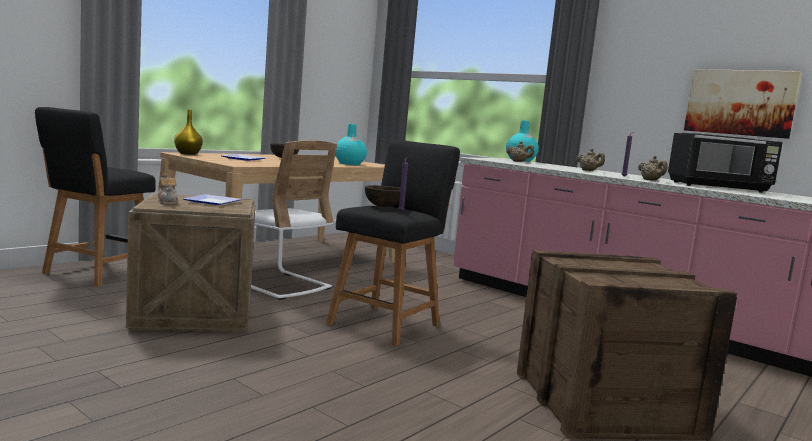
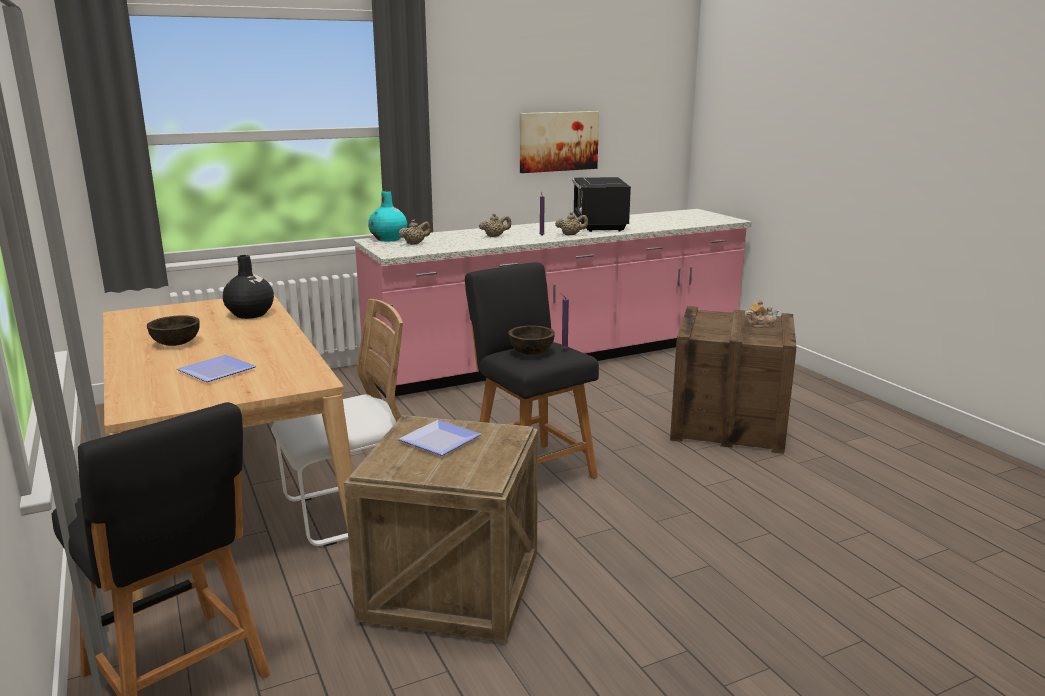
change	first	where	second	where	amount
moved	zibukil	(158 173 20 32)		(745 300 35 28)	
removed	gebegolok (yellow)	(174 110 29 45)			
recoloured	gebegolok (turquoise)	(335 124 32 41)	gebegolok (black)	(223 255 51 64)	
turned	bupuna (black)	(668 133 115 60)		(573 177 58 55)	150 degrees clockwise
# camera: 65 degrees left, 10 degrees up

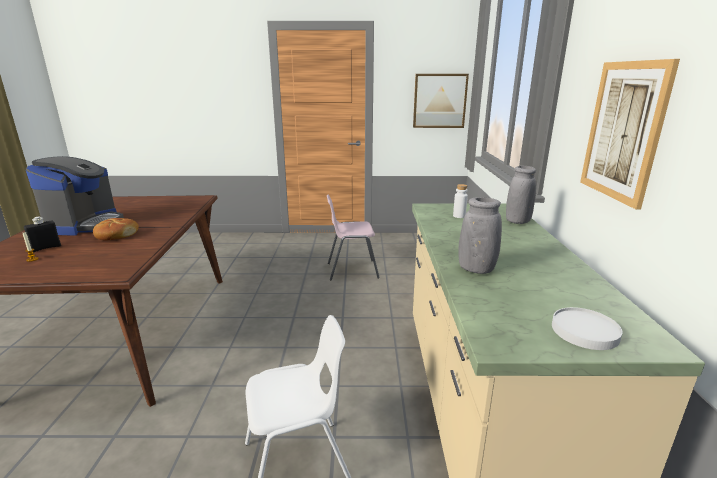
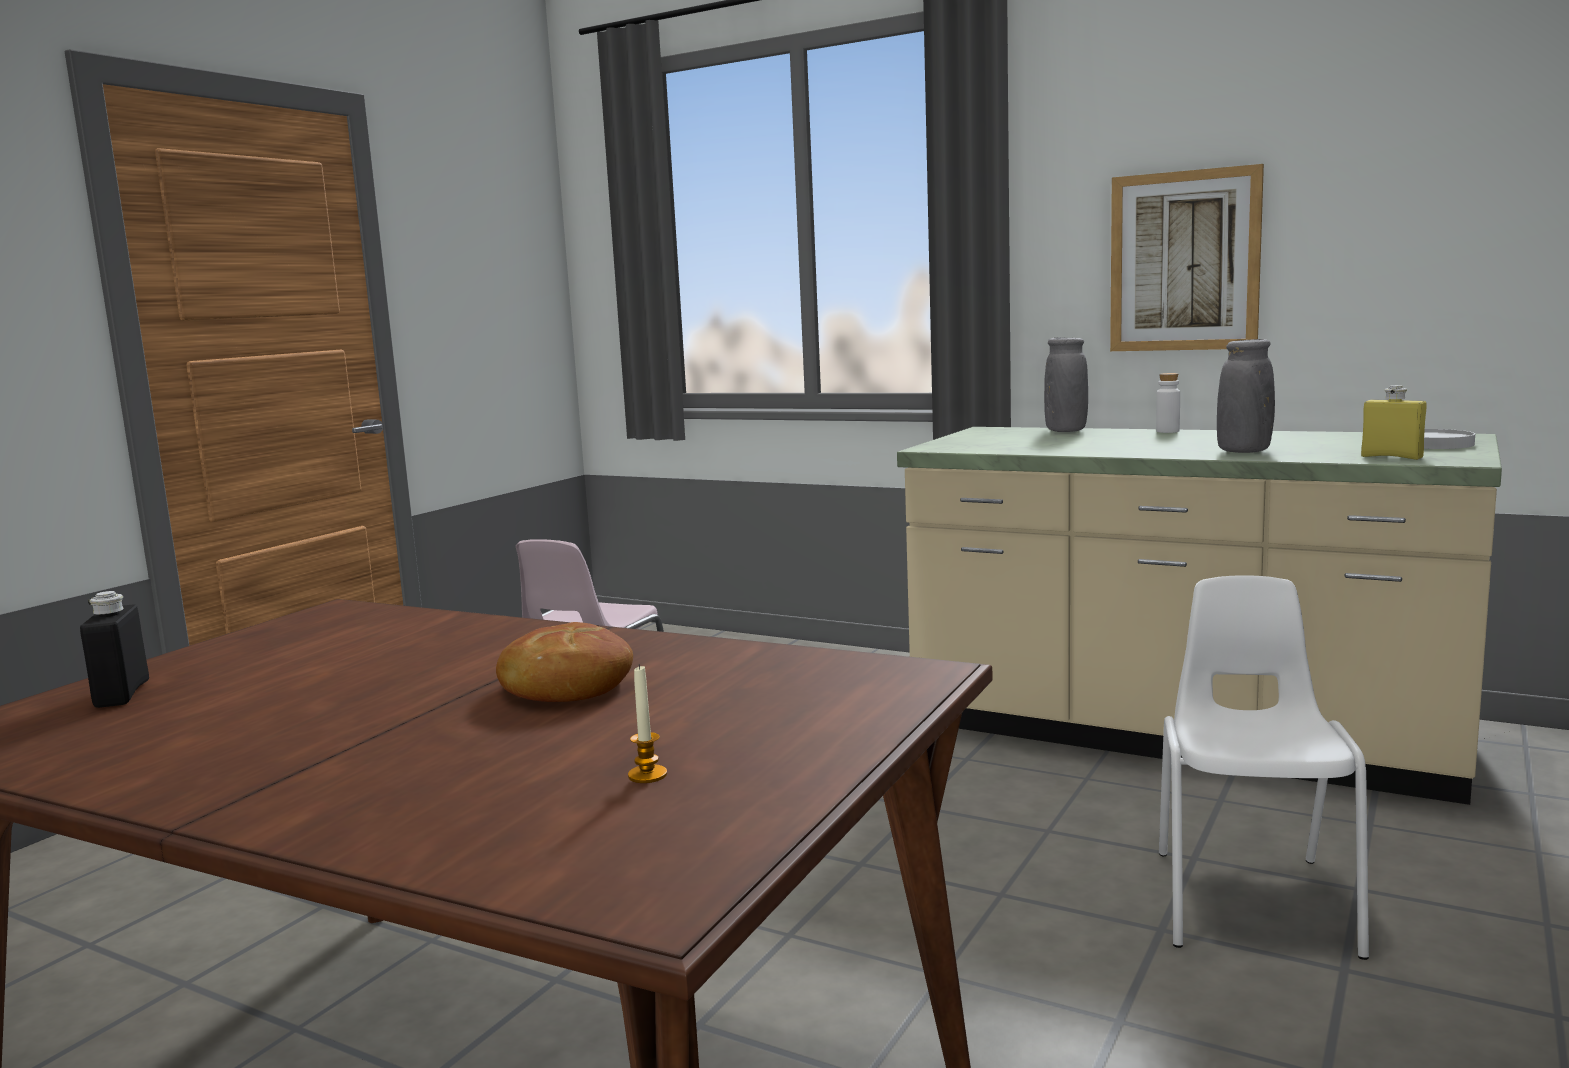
change	first	where	second	where	amount
moved	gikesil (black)	(24 217 37 35)		(80 591 69 117)	
removed	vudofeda	(26 156 98 79)			
removed	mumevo	(413 74 56 54)			
moved	gikesil (white)	(453 184 15 34)		(1156 373 24 60)	
added			gikesil (yellow)	(1361 385 66 75)	
# camera: 60 degrees left, 10 degrees down

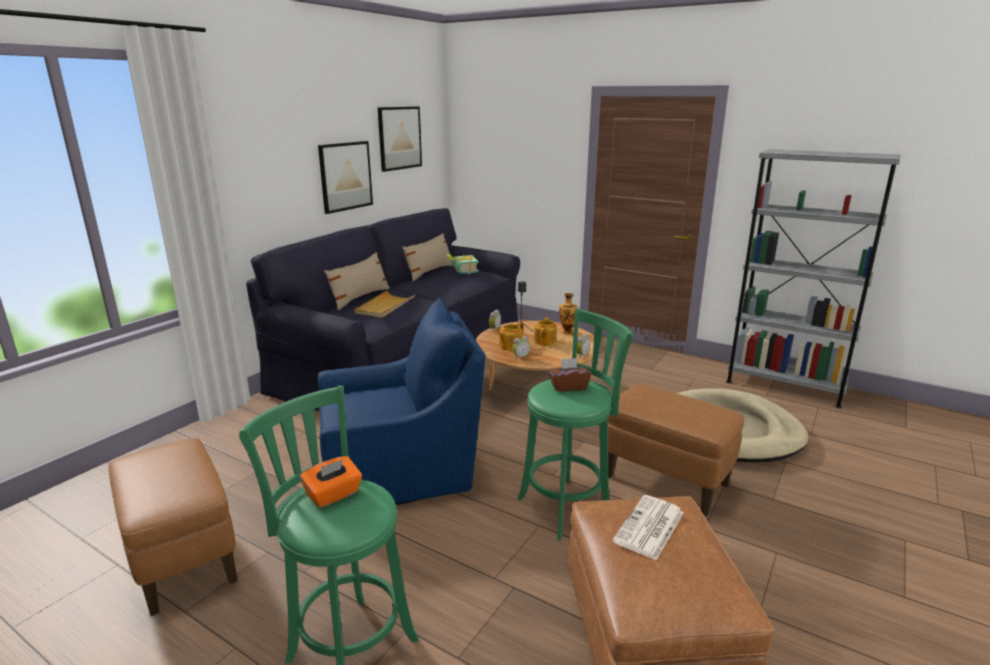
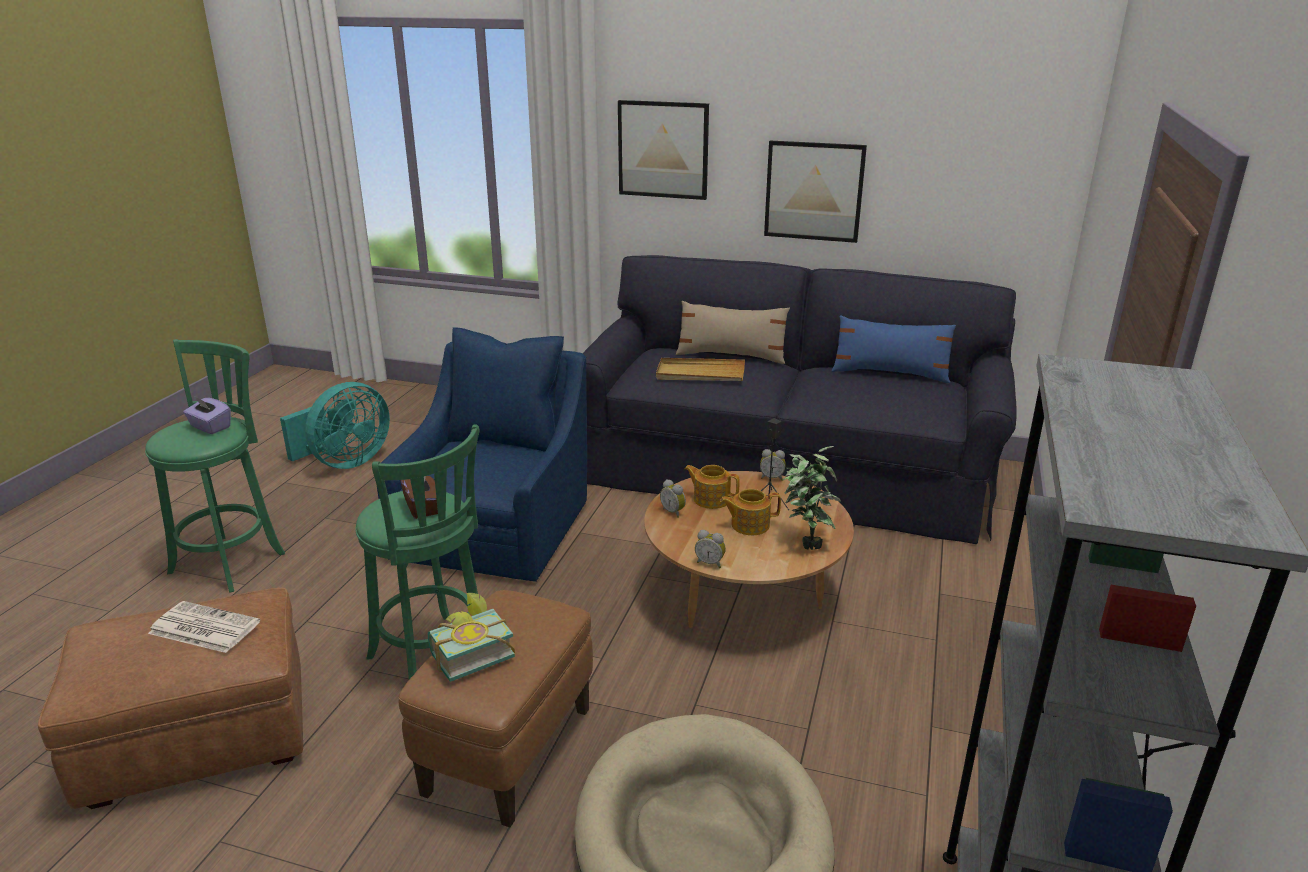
change	first	where	second	where	amount
replaced	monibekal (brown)	(109 438 129 178)	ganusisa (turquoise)	(280 382 110 87)	
recoloured	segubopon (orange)	(300 456 62 52)	segubopon (purple)	(183 397 48 37)	
turned	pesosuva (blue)	(318 298 168 207)		(376 327 211 254)	135 degrees counterclockwise
moved	mumevo	(378 106 44 66)		(618 100 91 100)	
recoloured	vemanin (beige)	(402 233 50 48)	vemanin (blue)	(832 315 124 68)	
moved	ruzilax	(446 254 33 21)		(428 593 87 89)	
replaced	gebegolok	(559 293 19 42)	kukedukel	(783 446 58 104)	
# camera: 75 degrees right, 5 degrees up

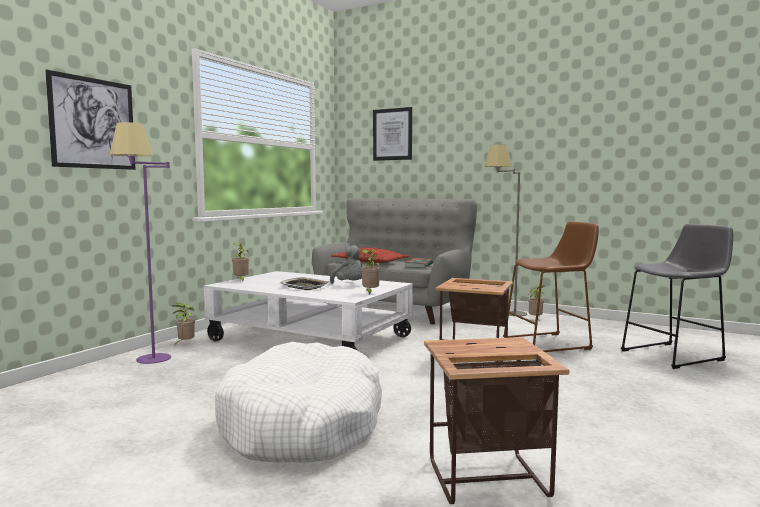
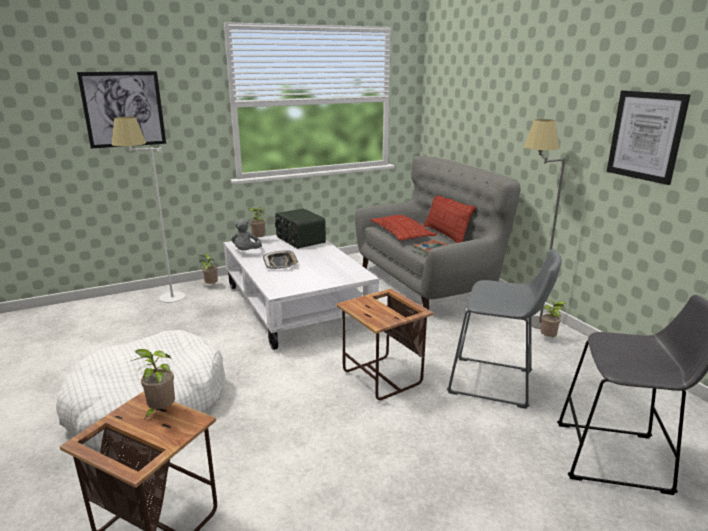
change	first	where	second	where	amount
recoloured	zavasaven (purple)	(110 122 61 242)	zavasaven (white)	(111 117 74 186)	
moved	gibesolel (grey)	(330 245 32 39)		(231 219 31 32)	
moved	kukedukel	(361 249 20 45)		(131 349 44 71)	
moved	mumevo	(373 107 39 54)		(607 90 84 95)	
recoloured	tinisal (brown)	(503 222 96 130)	tinisal (grey)	(447 249 115 160)	
added			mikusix	(275 208 51 41)	
added			vemanin	(423 196 53 47)	
# camera: 35 degrees right, 15 degrees up

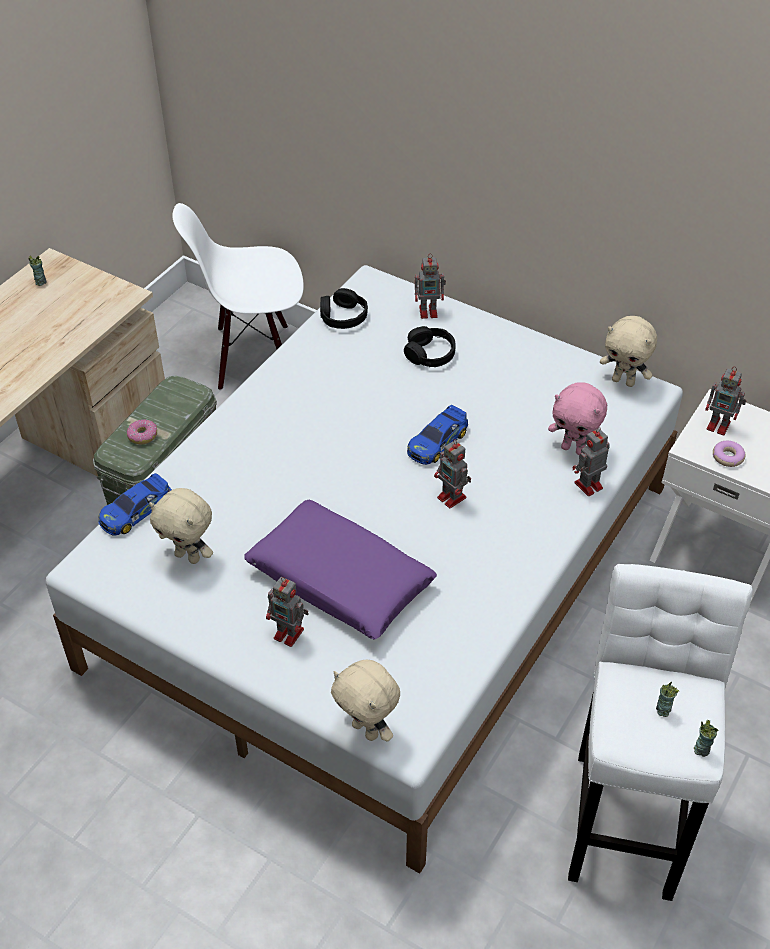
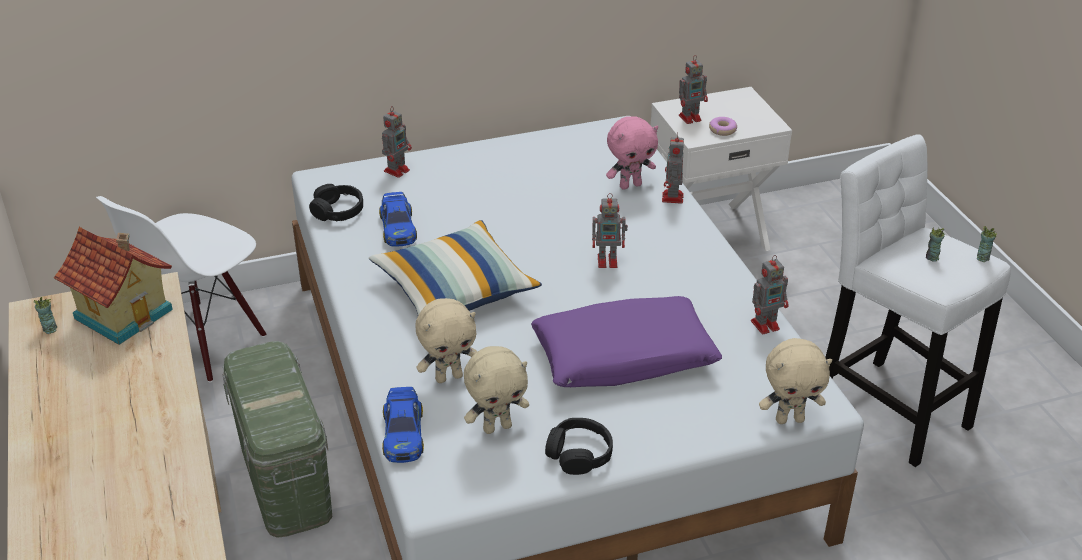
change	first	where	second	where	amount
removed	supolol	(127 419 30 25)			
moved	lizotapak	(266 577 42 70)		(751 255 38 79)	
moved	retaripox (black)	(404 326 51 41)		(545 418 68 57)	
moved	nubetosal	(407 405 61 60)		(379 192 38 55)	
moved	gibesolel (beige)	(600 316 57 71)		(415 298 63 85)	
added			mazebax	(54 227 119 118)	
added			vemanin	(369 220 173 96)	
# camera: 50 degrees left, 10 degrees down

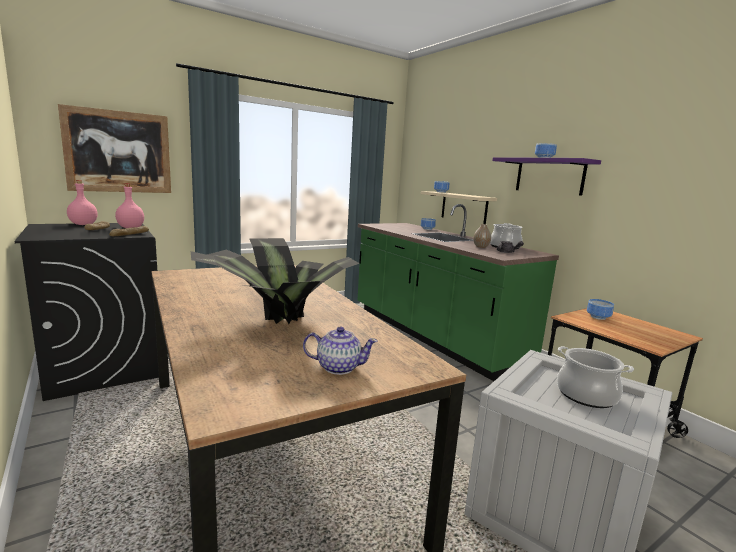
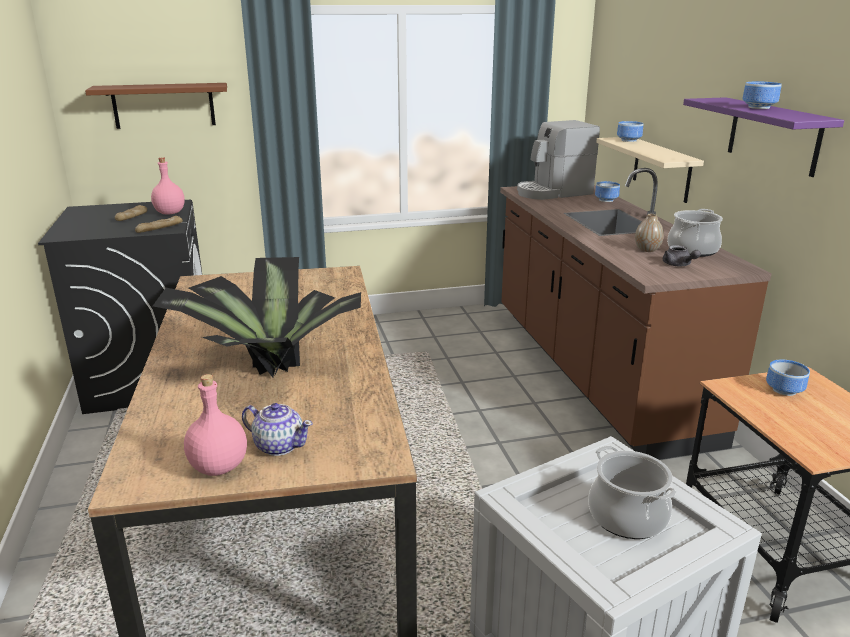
change	first	where	second	where	amount
replaced	mumevo	(58 104 113 89)	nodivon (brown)	(85 83 142 46)	
moved	gikesil (pink)	(67 180 31 45)		(184 374 63 102)	
recoloured	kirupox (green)	(357 204 202 177)	kirupox (brown)	(500 168 272 292)	
added			vudofeda	(517 120 83 80)	
# camera: 20 degrees right, 10 degrees up

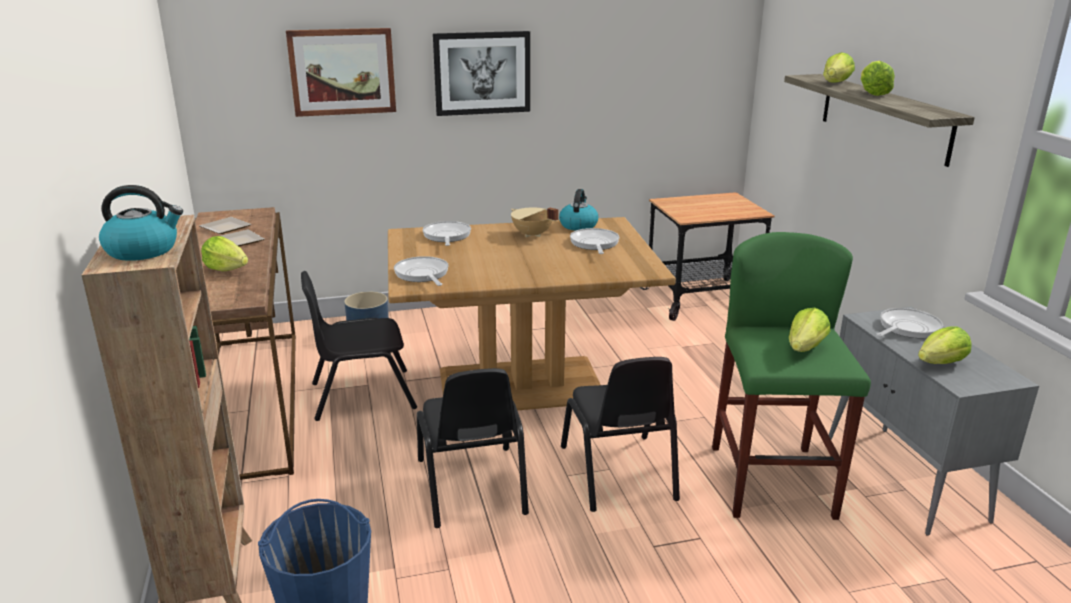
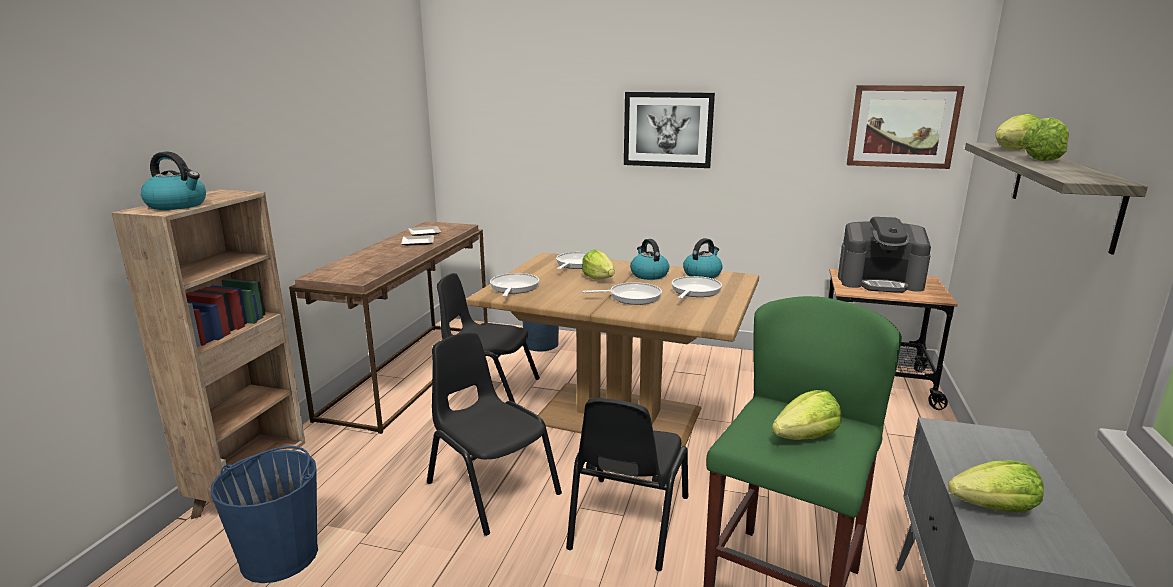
change	first	where	second	where	amount
moved	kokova	(201 236 47 35)		(582 250 33 30)	
moved	mumevo	(286 28 110 89)		(846 85 119 84)	
turned	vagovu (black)	(417 368 112 160)		(427 332 135 204)	120 degrees clockwise
replaced	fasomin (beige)	(511 207 48 31)	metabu	(630 239 39 41)	
moved	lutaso	(876 308 67 30)		(583 282 79 23)	
added			vudofeda	(838 217 93 76)	
# camera: 30 degrees right, 5 degrees down

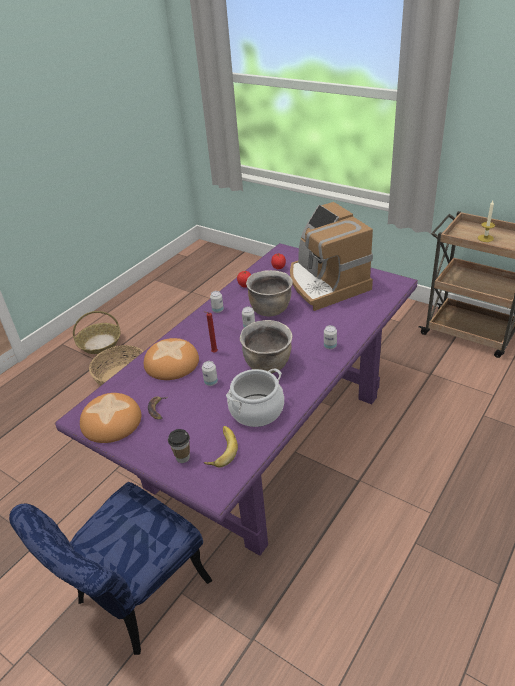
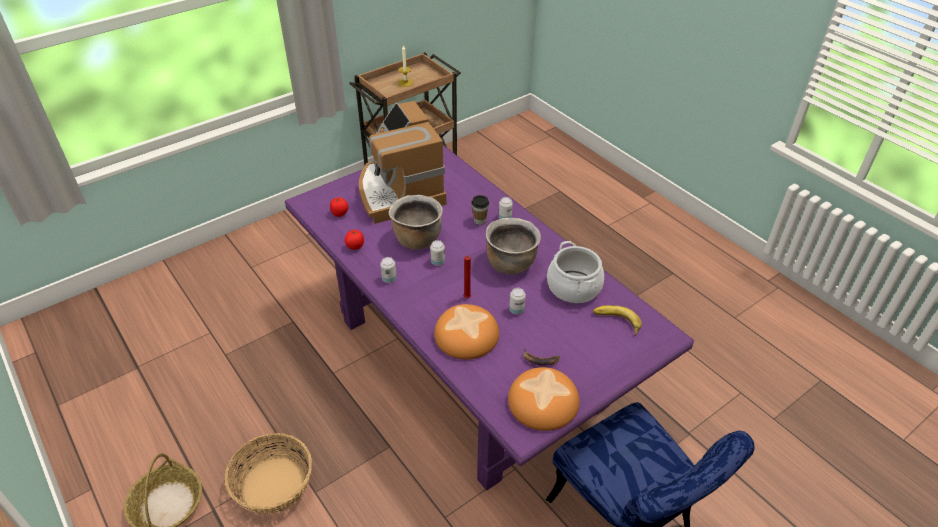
change	first	where	second	where	amount
moved	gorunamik	(168 429 22 34)		(471 195 19 30)	
turned	vudofeda	(290 202 83 109)		(359 101 87 123)	75 degrees clockwise
# camera: 75 degrees left, 5 degrees up

